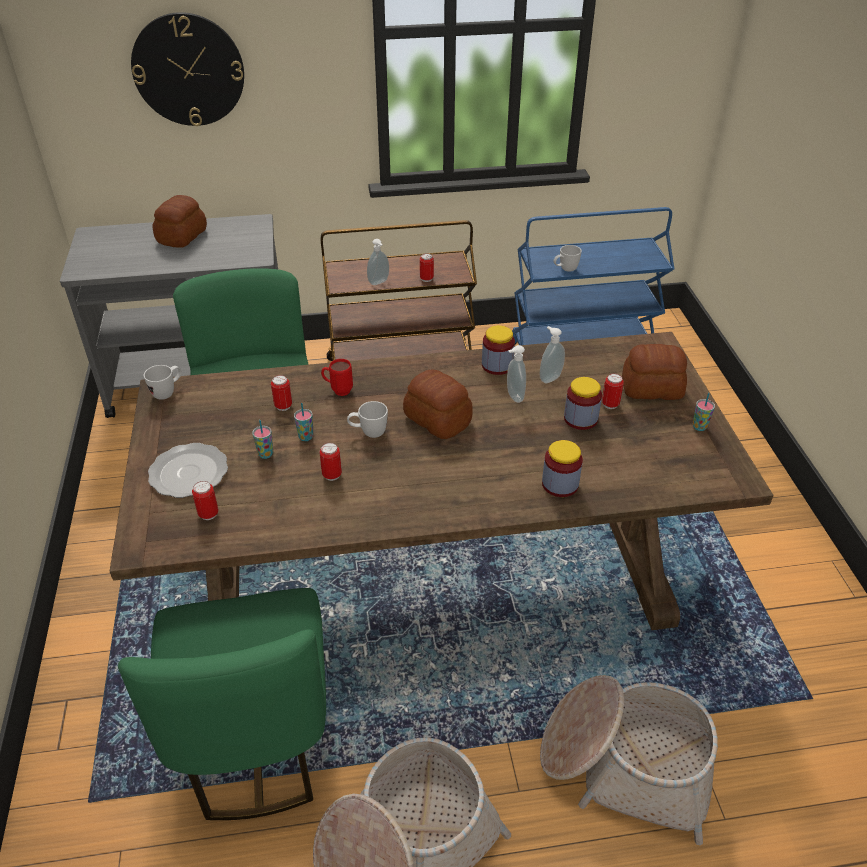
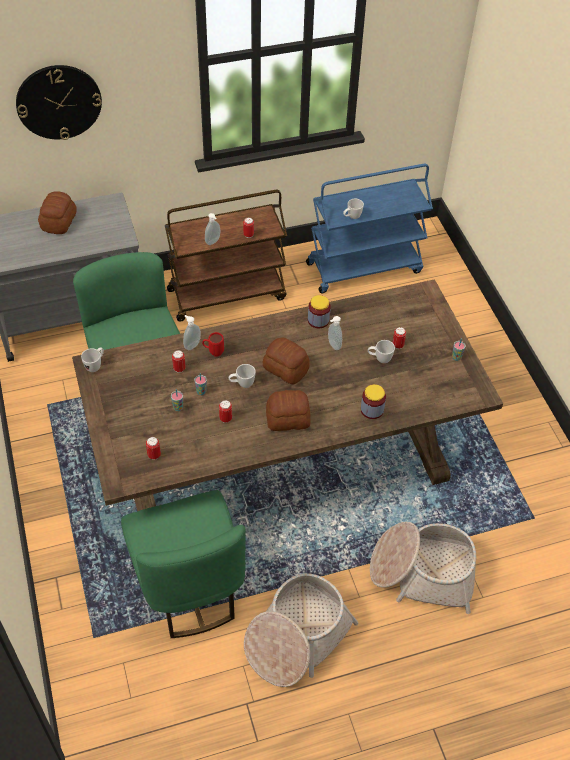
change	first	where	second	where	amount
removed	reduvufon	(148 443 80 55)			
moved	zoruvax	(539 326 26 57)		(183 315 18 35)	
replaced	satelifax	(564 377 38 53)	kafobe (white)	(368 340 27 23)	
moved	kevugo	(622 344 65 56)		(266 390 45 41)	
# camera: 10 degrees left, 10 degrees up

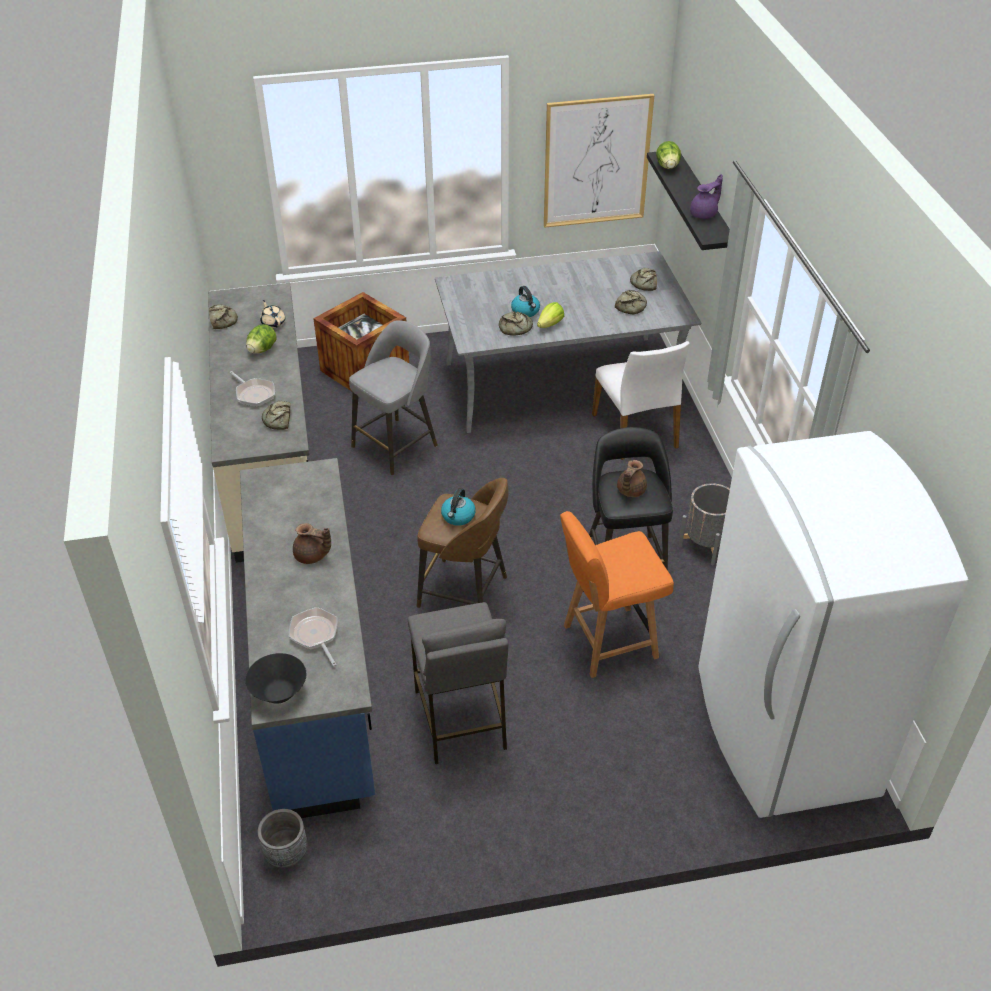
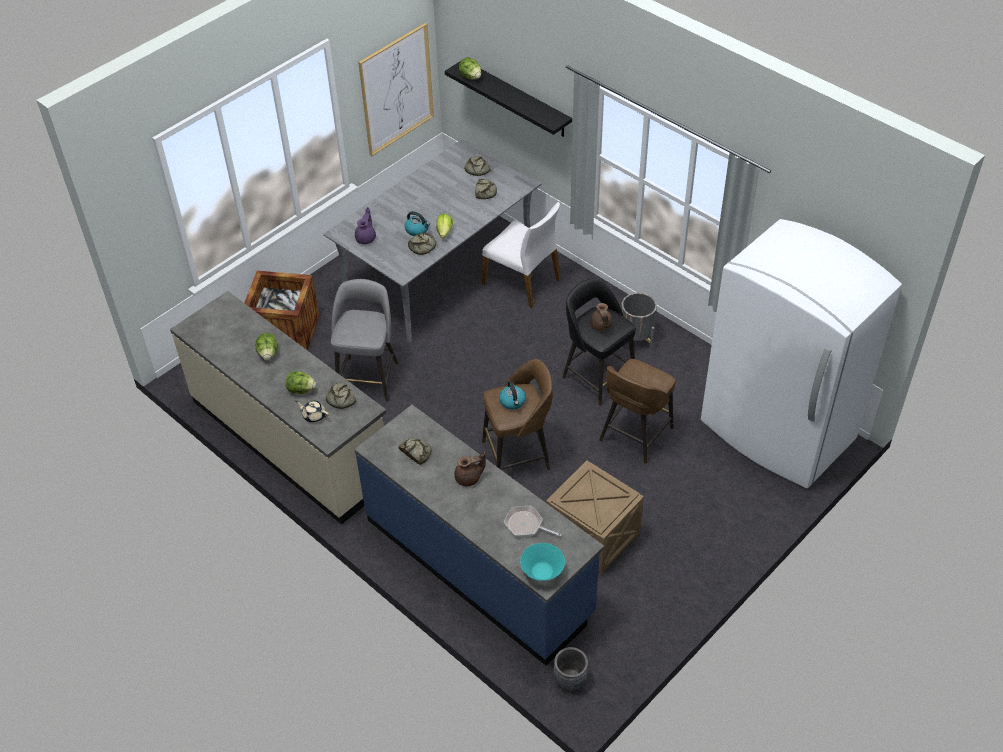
change	first	where	second	where	amount
moved	kevugo	(209 304 29 25)		(398 438 33 27)	
replaced	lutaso	(230 371 45 36)	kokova	(285 371 31 23)	
recoloured	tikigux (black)	(245 653 61 51)	tikigux (turquoise)	(520 543 45 38)	
moved	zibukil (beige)	(260 300 25 28)		(295 400 34 23)	
replaced	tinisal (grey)	(408 602 100 162)	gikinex	(546 460 98 114)	
replaced	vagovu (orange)	(560 511 114 167)	tinisal (brown)	(599 359 77 104)	
moved	zibukil (purple)	(690 174 33 45)		(355 207 21 37)	
# camera: 35 degrees left, 5 degrees up

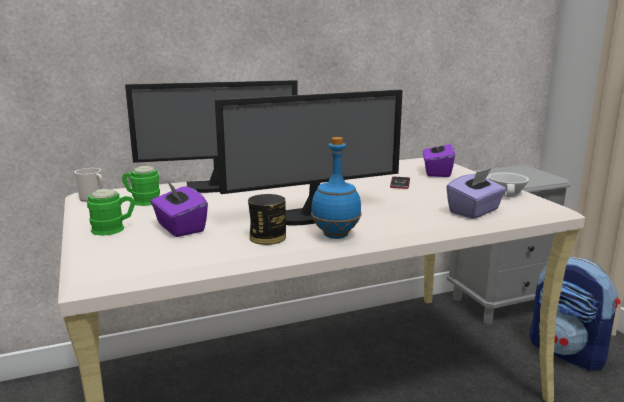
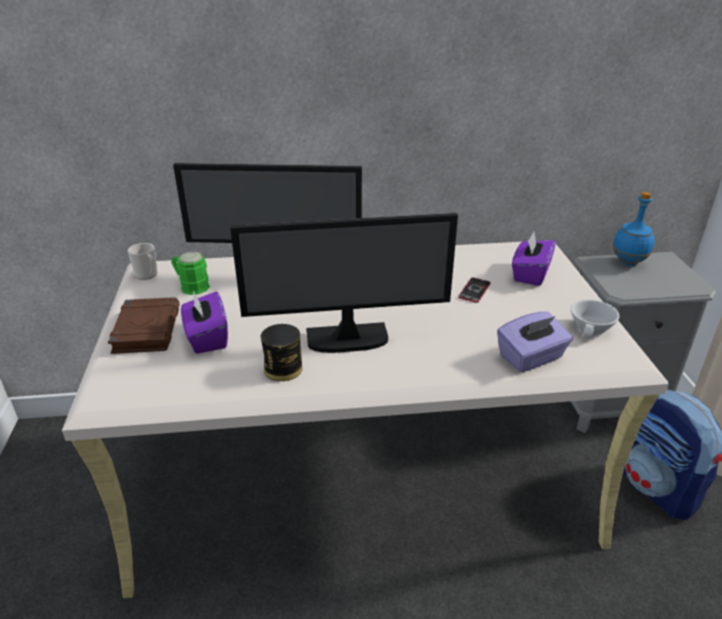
change	first	where	second	where	amount
replaced	kafobe (green)	(87 189 49 47)	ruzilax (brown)	(108 297 72 57)	
moved	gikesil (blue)	(311 137 50 102)		(613 192 41 74)	
# camera: 15 degrees right, 15 degrees up

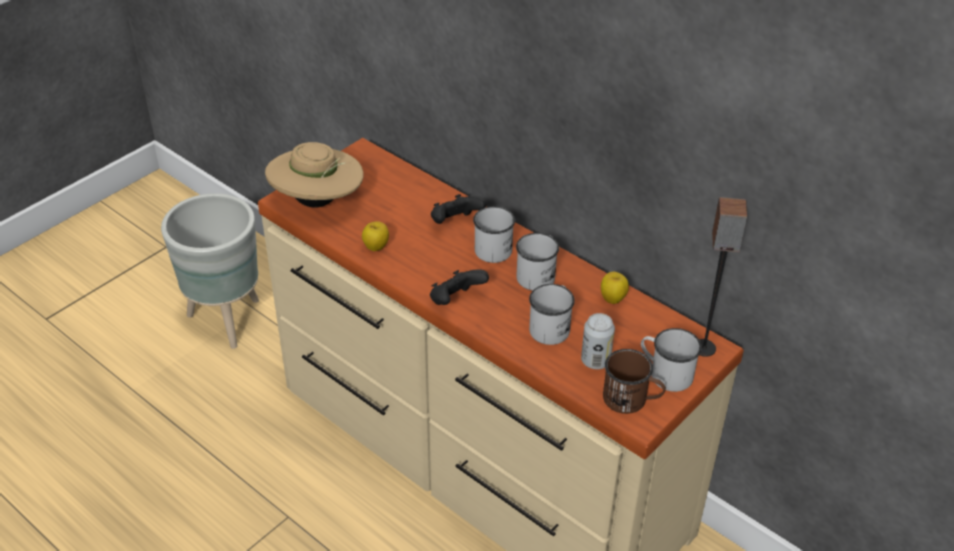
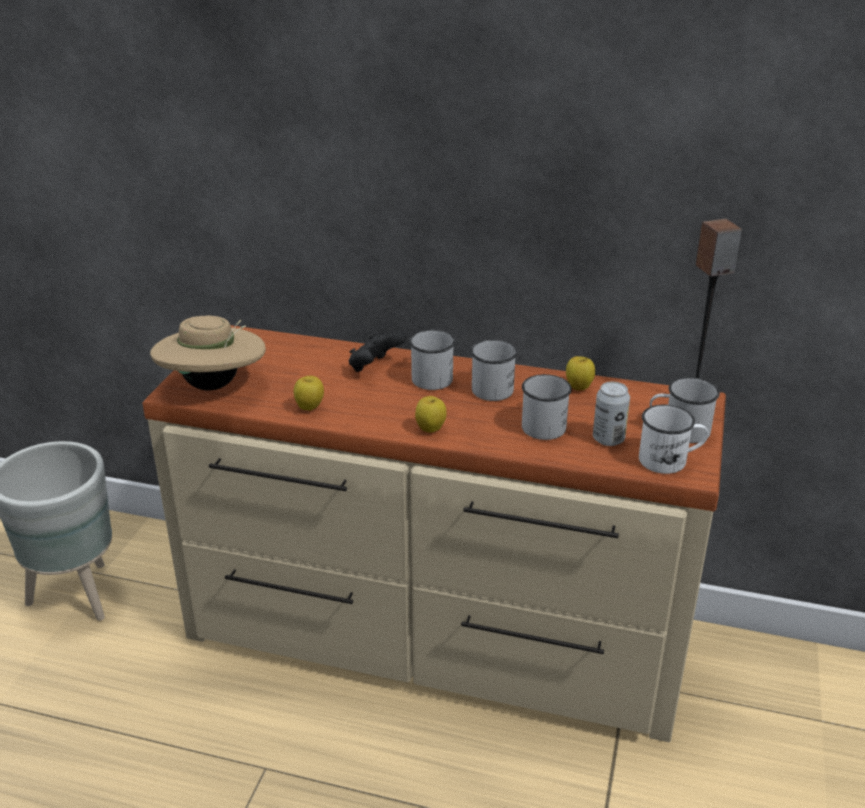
change	first	where	second	where	amount
replaced	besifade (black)	(430 269 59 36)	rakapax	(415 396 32 37)	
recoloured	kafobe (brown)	(603 349 63 65)	kafobe (white)	(639 404 70 70)	
# camera: 25 degrees left, 10 degrees down

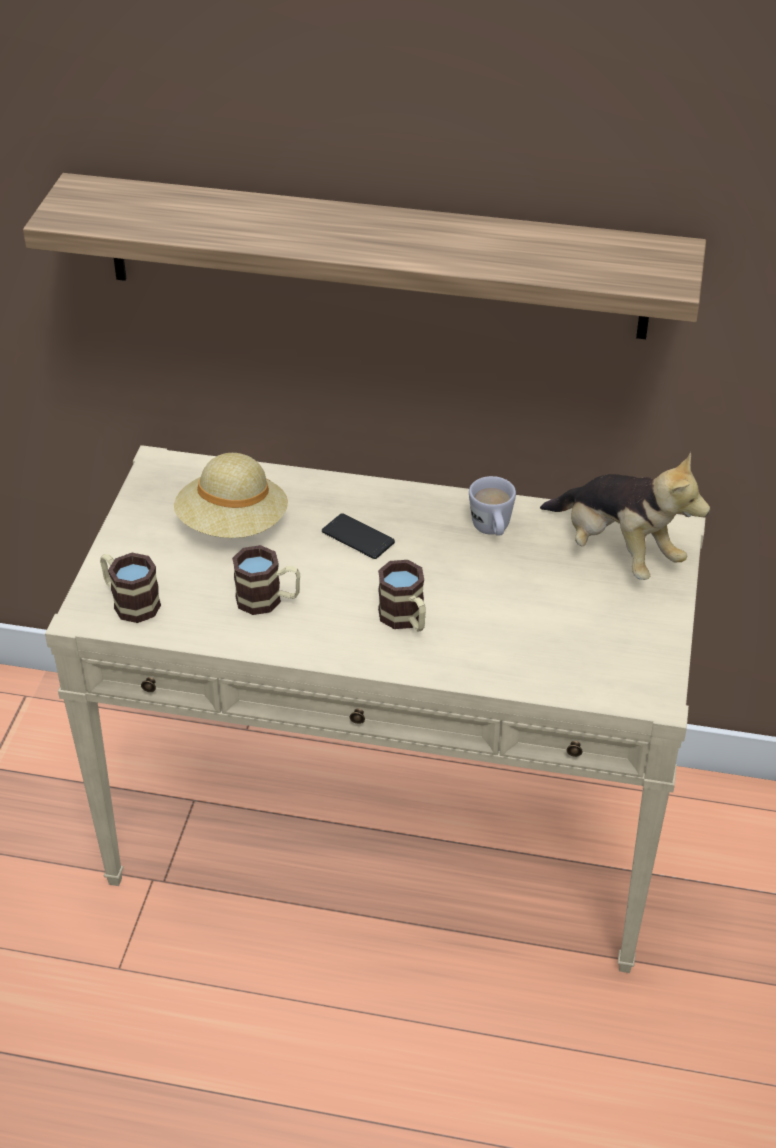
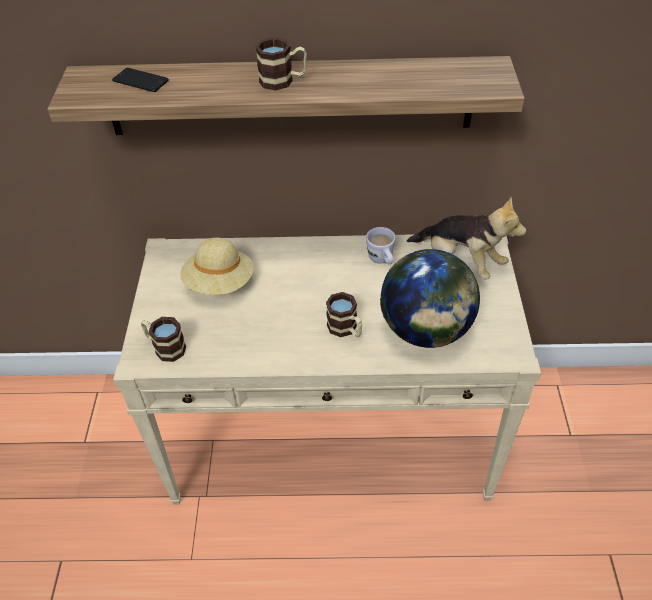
change	first	where	second	where	amount
moved	kafobe	(232 545 68 70)		(255 37 52 54)	
moved	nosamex	(322 513 73 46)		(112 68 57 24)	
added			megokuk	(380 249 100 99)	
# camera: 10 degrees left, 5 degrees up

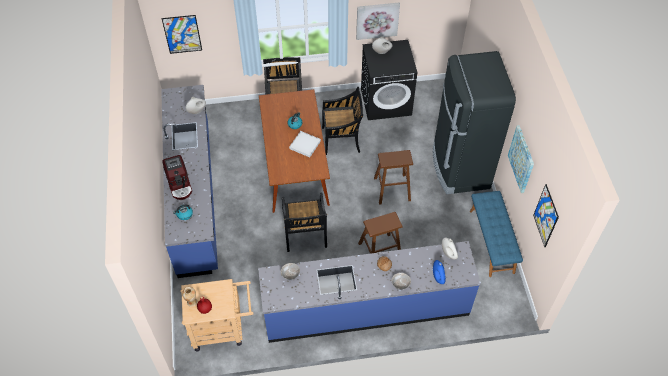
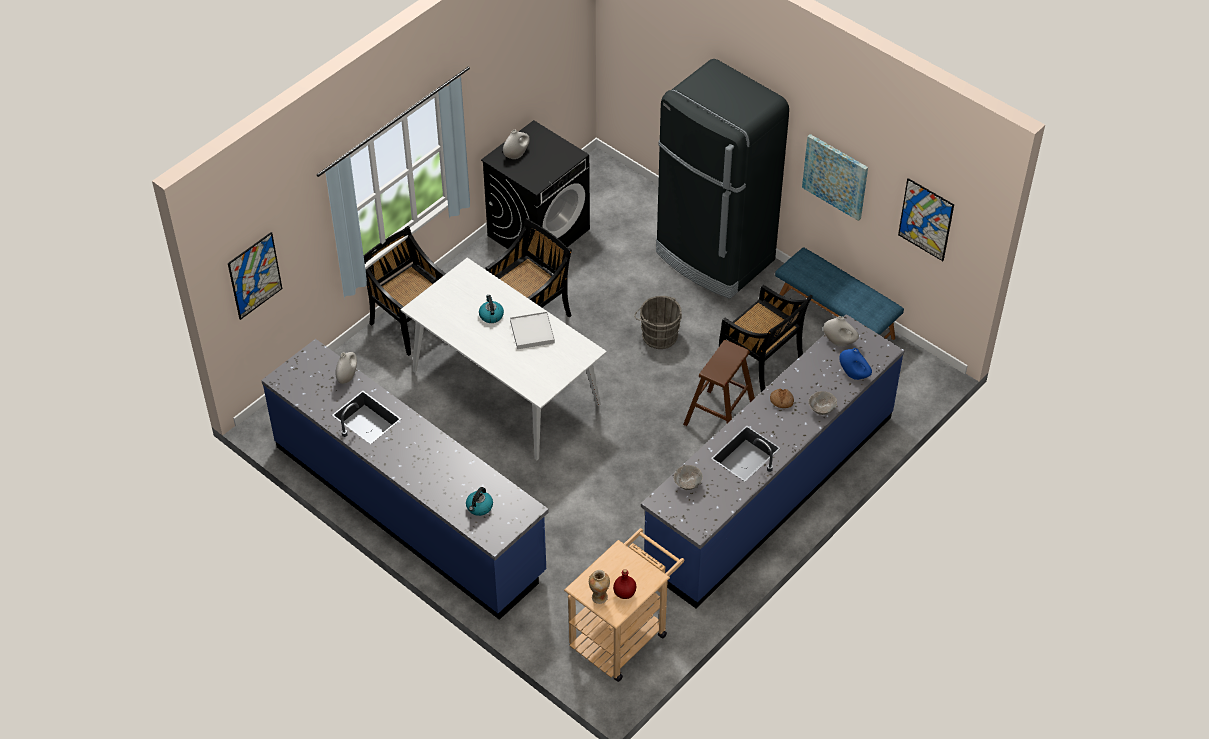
change	first	where	second	where	amount
removed	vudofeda	(162 155 30 45)			
recoloured	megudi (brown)	(259 89 71 124)	megudi (white)	(401 258 206 202)	
moved	vagovu (black)	(282 193 45 59)		(719 285 94 107)	
removed	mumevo	(356 2 44 38)			
replaced	tinisal (brown)	(374 150 39 55)	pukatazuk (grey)	(634 296 48 53)	
# camera: 40 degrees left, 5 degrees down

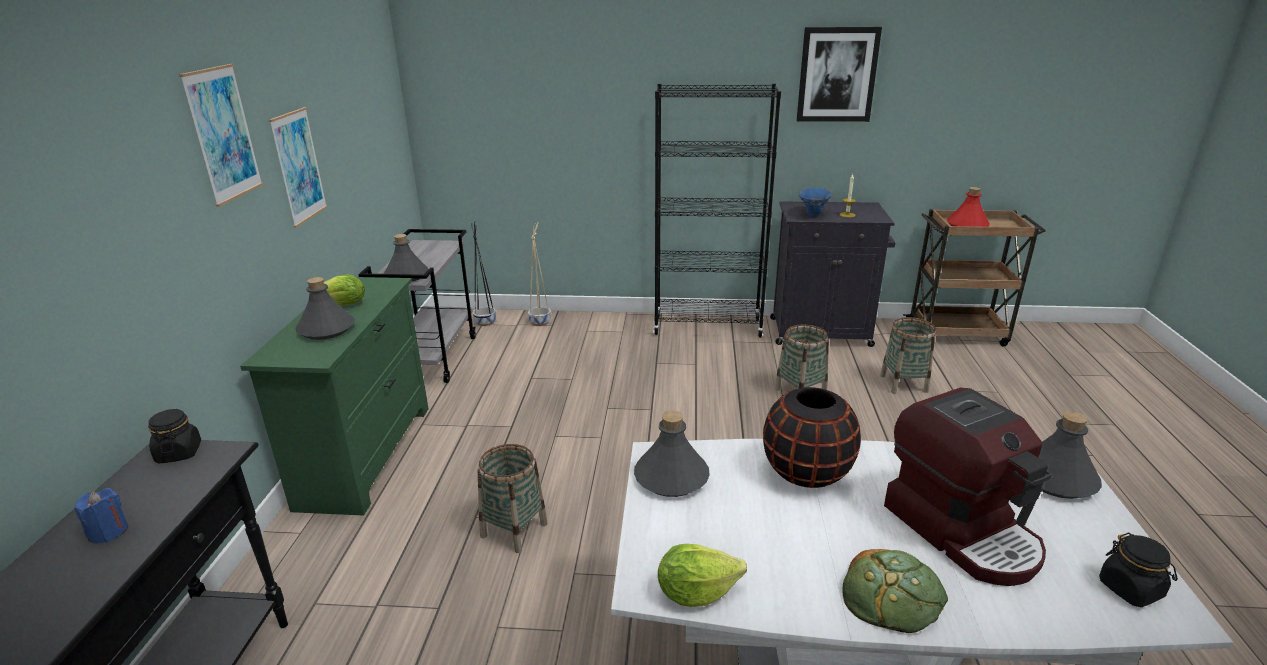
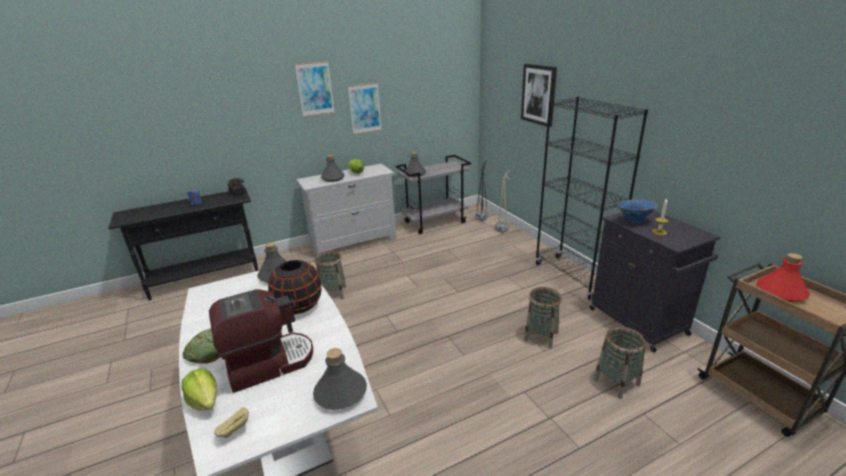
change	first	where	second	where	amount
recoloured	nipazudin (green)	(240 277 189 239)	nipazudin (white)	(296 164 100 91)	
moved	kokova	(658 544 89 63)		(181 369 36 42)	
moved	mumevo	(797 27 85 95)		(521 64 36 63)	
turned	vudofeda	(884 388 168 198)		(209 289 104 104)	150 degrees counterclockwise
replaced	satelifax (black)	(1099 532 79 75)	kevugo	(214 407 35 31)	
# camera: 60 degrees right, 0 degrees up

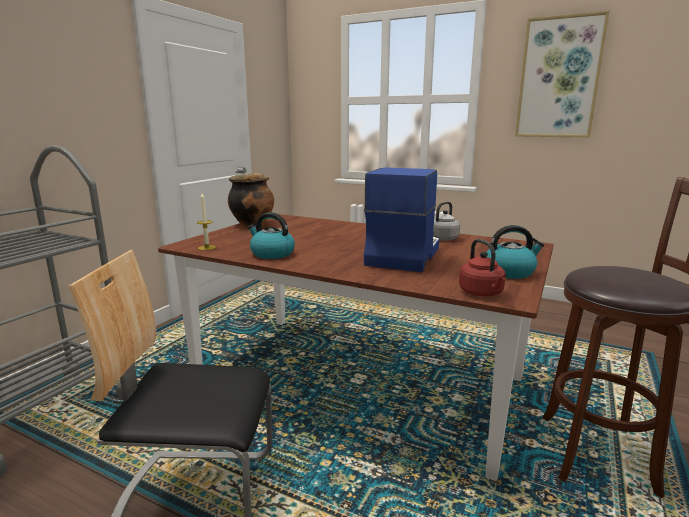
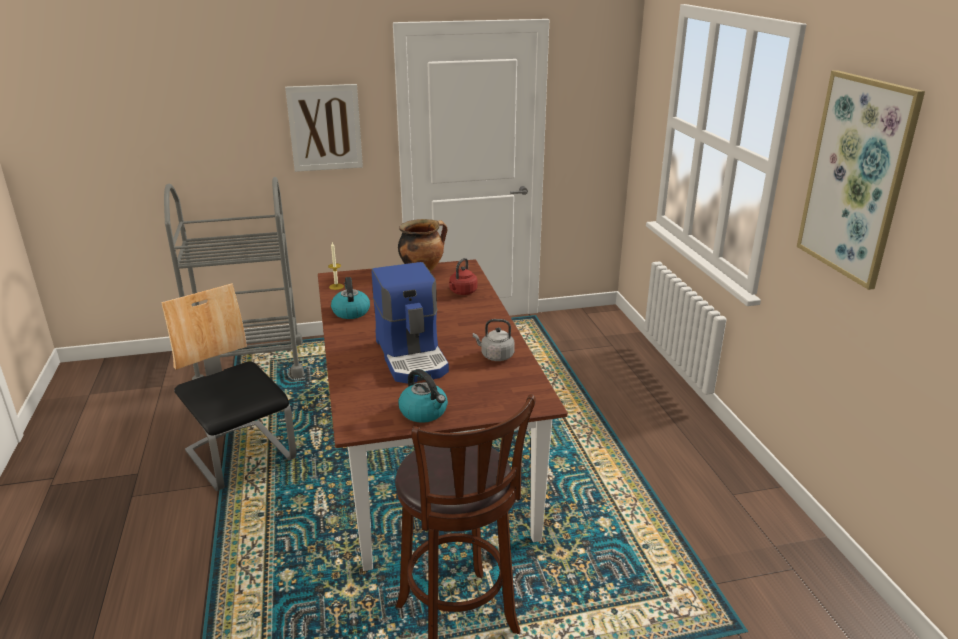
change	first	where	second	where	amount
turned	vudofeda	(364 167 75 105)		(372 262 77 122)	90 degrees clockwise
moved	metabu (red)	(459 239 47 57)		(449 258 28 37)	
added			mumevo	(285 84 78 88)	
# camera: 50 degrees right, 10 degrees up

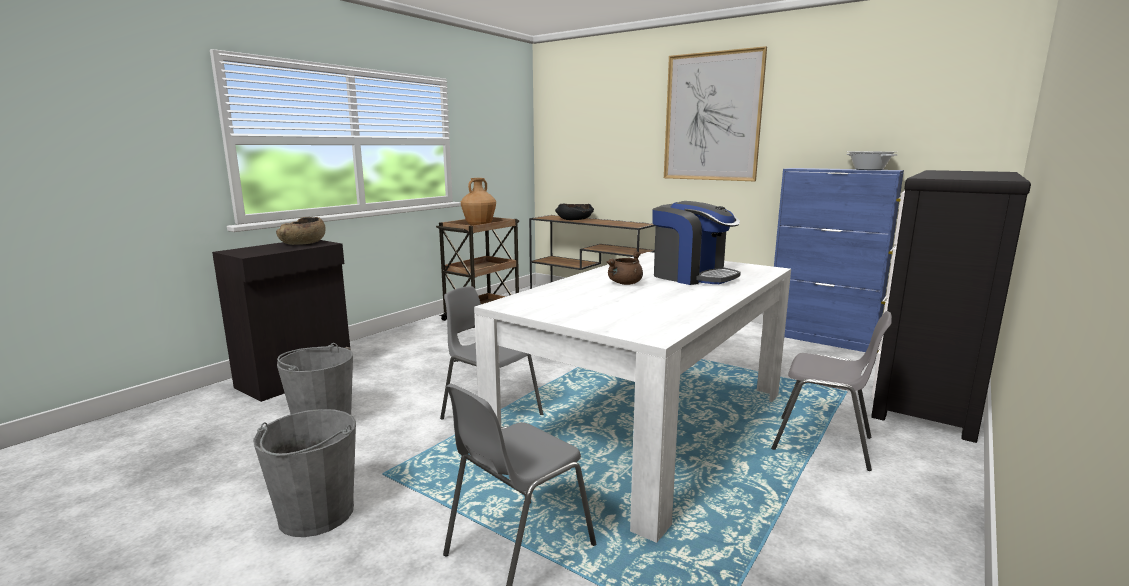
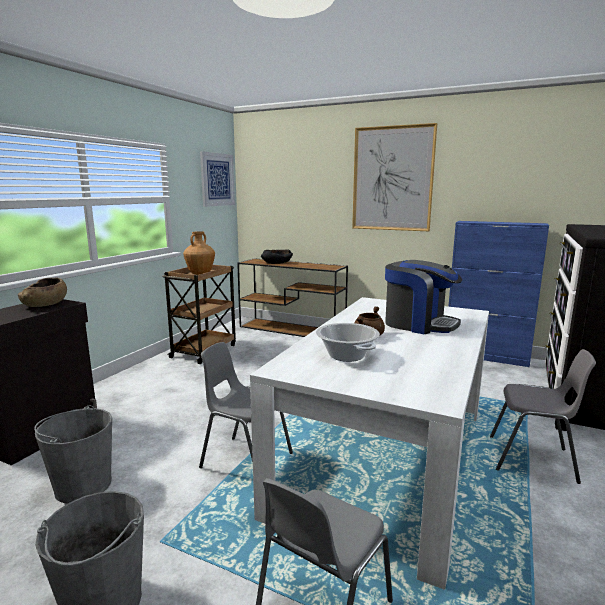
change	first	where	second	where	amount
moved	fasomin	(847 151 51 19)		(316 323 64 39)	
added			mumevo	(200 151 35 56)	
# camera: 10 degrees left, 0 degrees up

